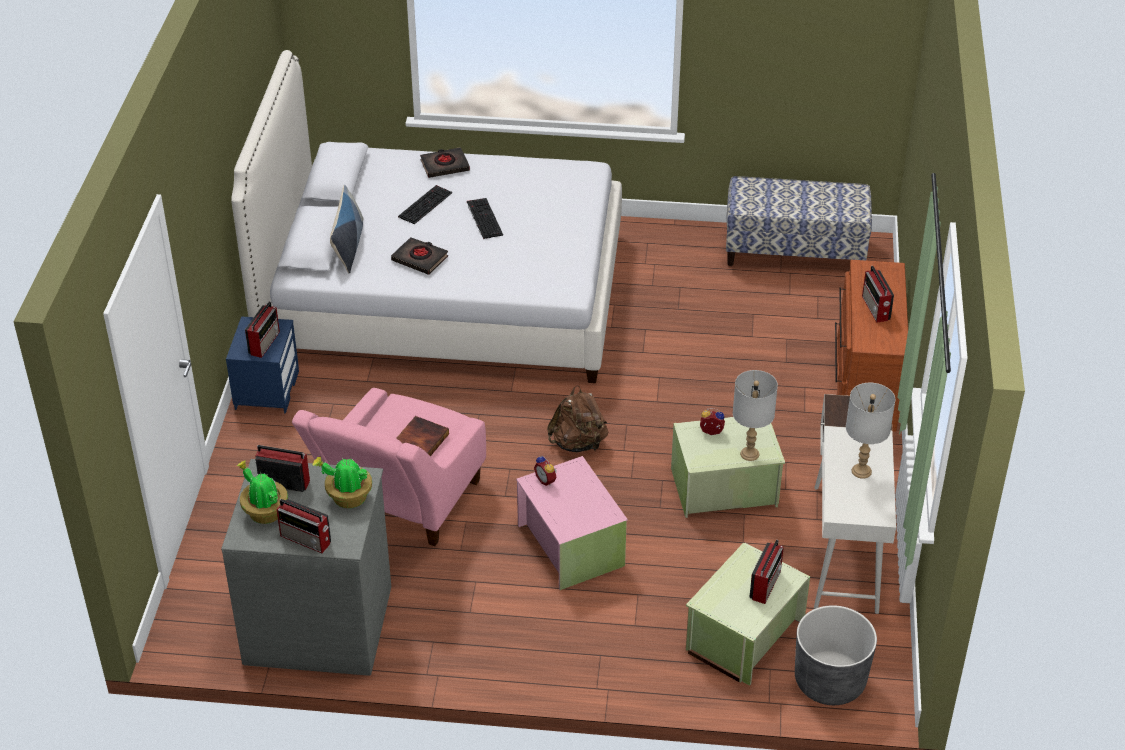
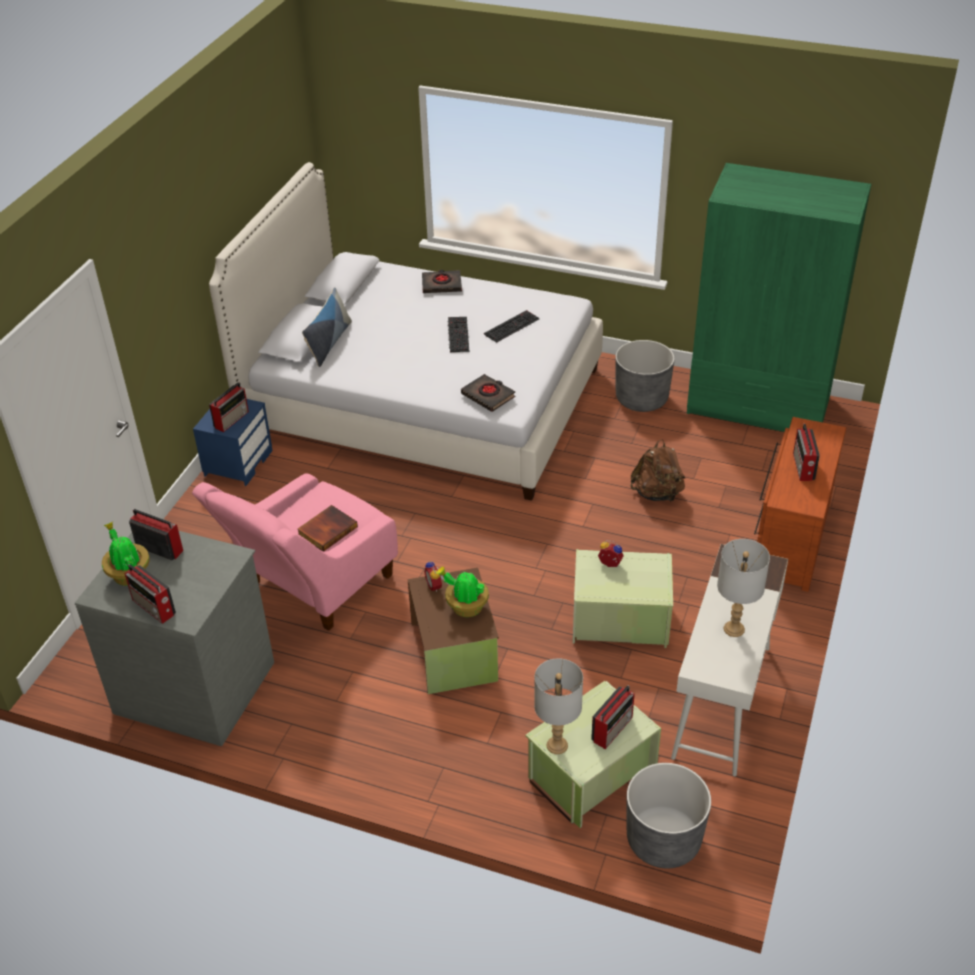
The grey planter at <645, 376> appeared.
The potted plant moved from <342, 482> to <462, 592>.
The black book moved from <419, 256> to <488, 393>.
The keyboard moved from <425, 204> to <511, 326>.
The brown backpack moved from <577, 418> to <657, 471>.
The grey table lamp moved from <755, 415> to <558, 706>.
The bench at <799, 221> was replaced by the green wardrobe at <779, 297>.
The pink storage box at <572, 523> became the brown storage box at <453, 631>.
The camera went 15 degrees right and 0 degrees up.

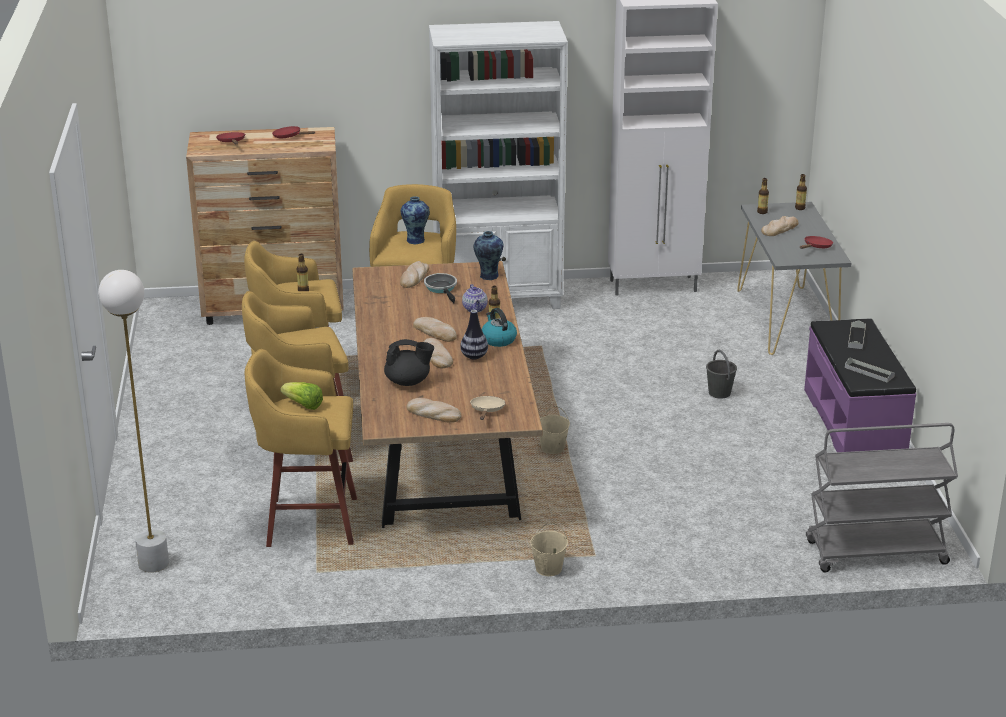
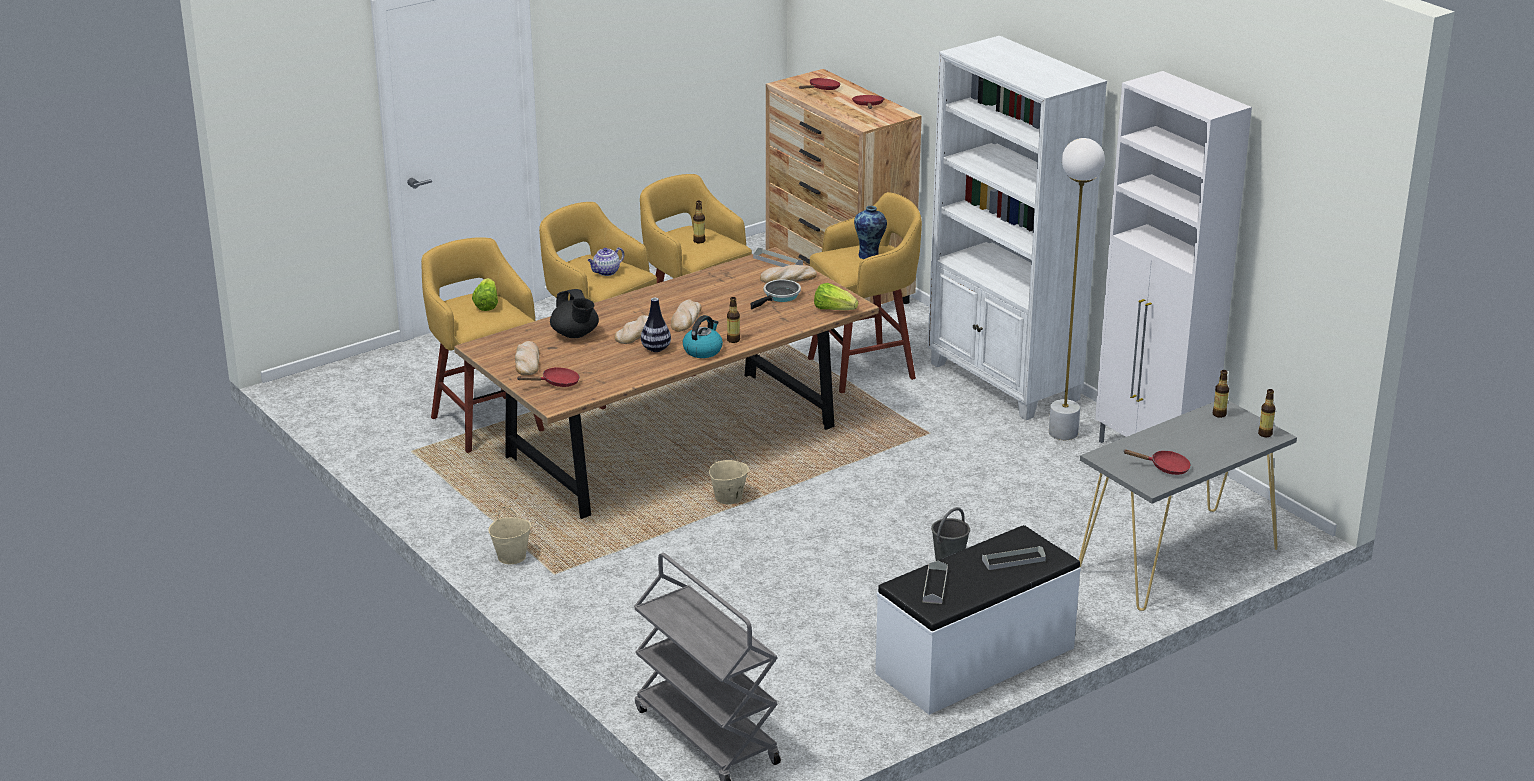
The bread at <780, 226> disappeared.
The grey tray at <778, 257> appeared.
The white floor lamp moved from <133, 421> to <1077, 289>.
The teapot moved from <475, 298> to <605, 262>.
The vase at <488, 255> was replaced by the lettuce at <836, 296>.
The beige frying pan at <488, 408> became the red frying pan at <549, 377>.
The purple bench at <860, 385> became the white bench at <978, 620>.
The camera went 60 degrees right and 0 degrees up.

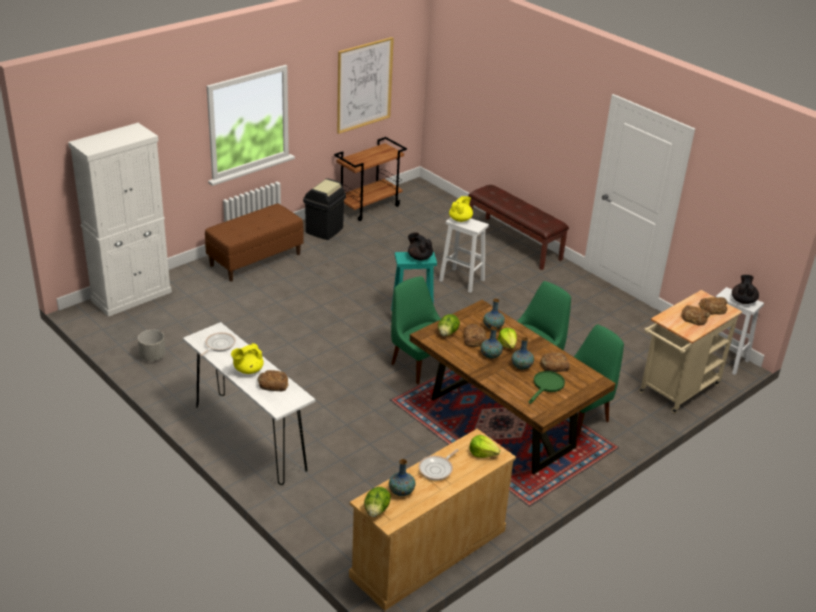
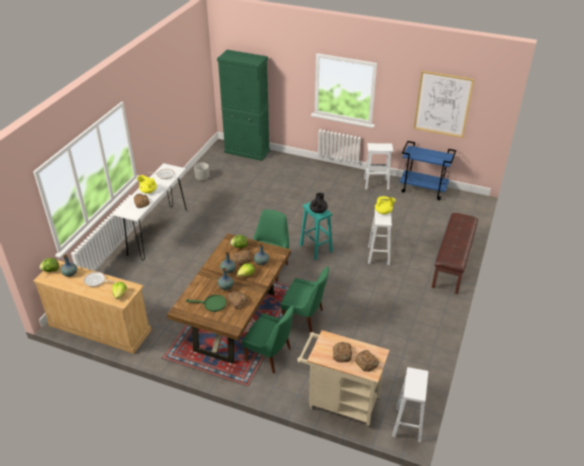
The brown bench at <254, 242> disappeared.
The black teapot at <745, 289> disappeared.
The black trash can at <324, 209> was replaced by the white stool at <378, 166>.
The white cabinet at <120, 220> became the green cabinet at <243, 105>.
The brown cart at <370, 179> became the blue cart at <428, 170>.
The camera went 65 degrees right and 5 degrees up.

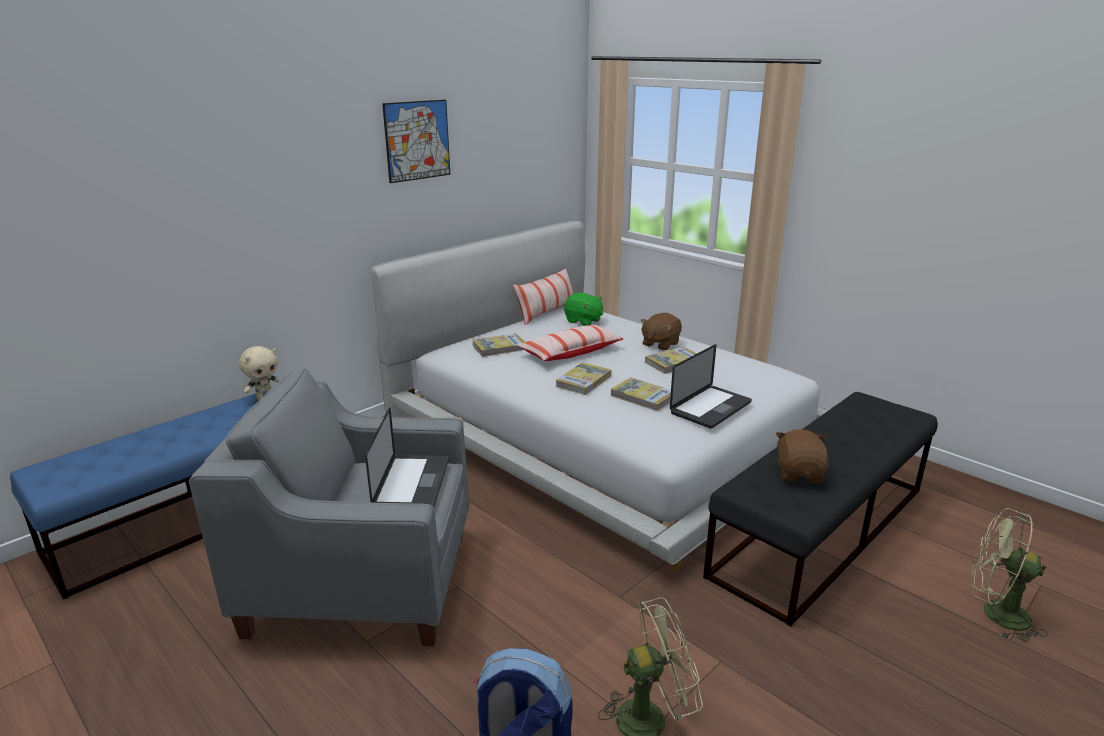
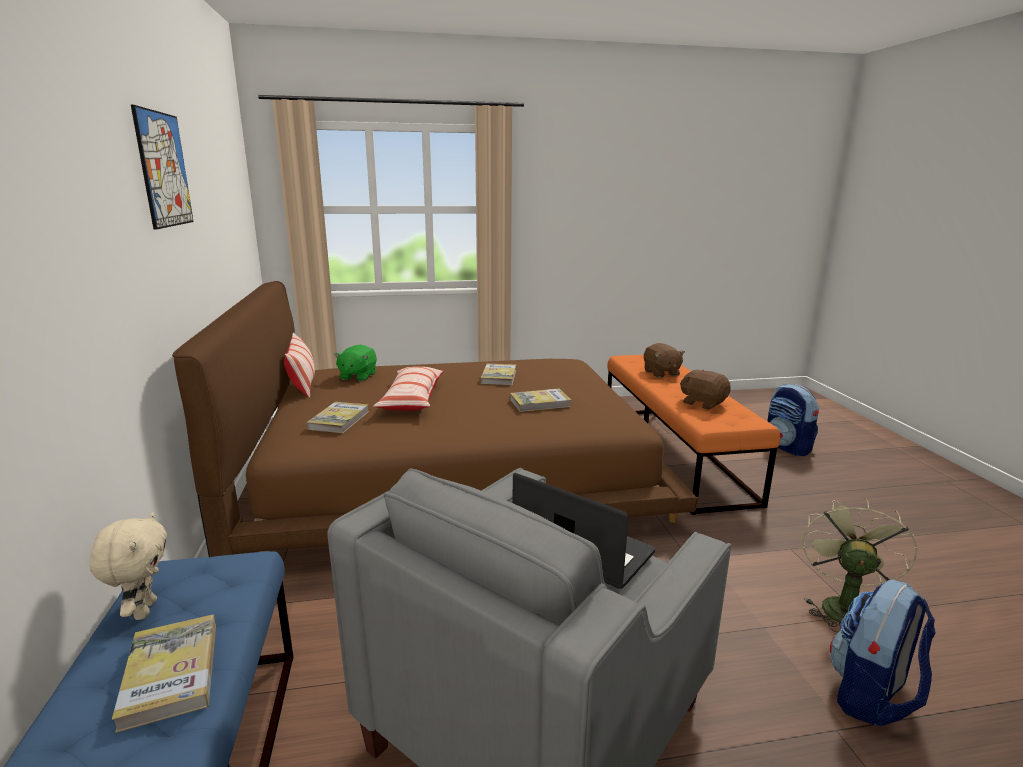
The laptop at <711, 386> disappeared.
The book moved from <583, 378> to <164, 674>.
The brown plush toy moved from <661, 331> to <664, 360>.
The green fan at <1008, 575> was replaced by the backpack at <793, 420>.
The white bed at <600, 396> became the brown bed at <435, 419>.
The black bench at <820, 509> became the orange bench at <693, 435>.
The green plush toy at <583, 309> turned 120 degrees clockwise.
The camera went 55 degrees left and 5 degrees down.

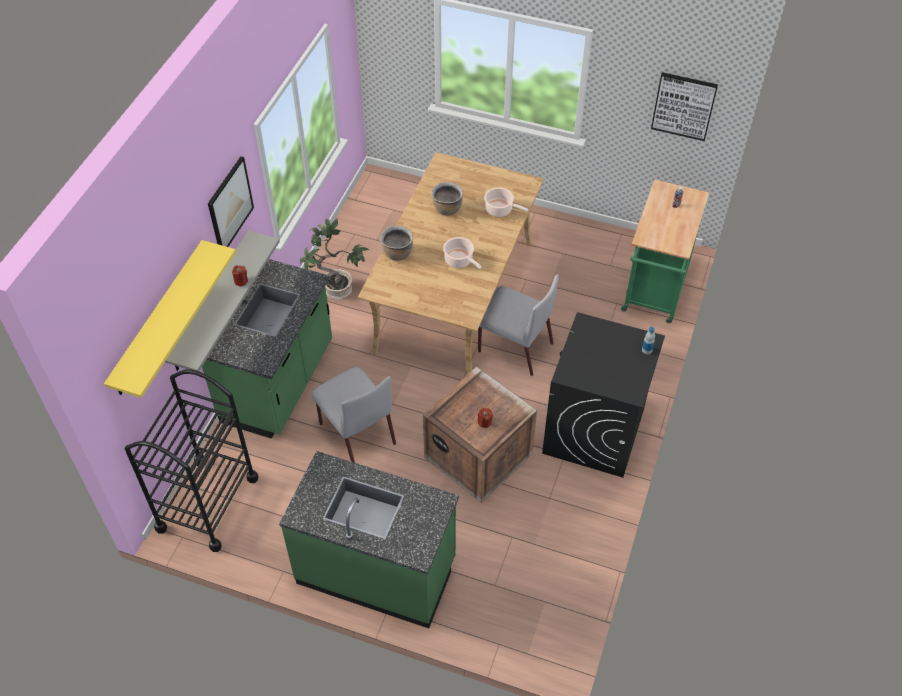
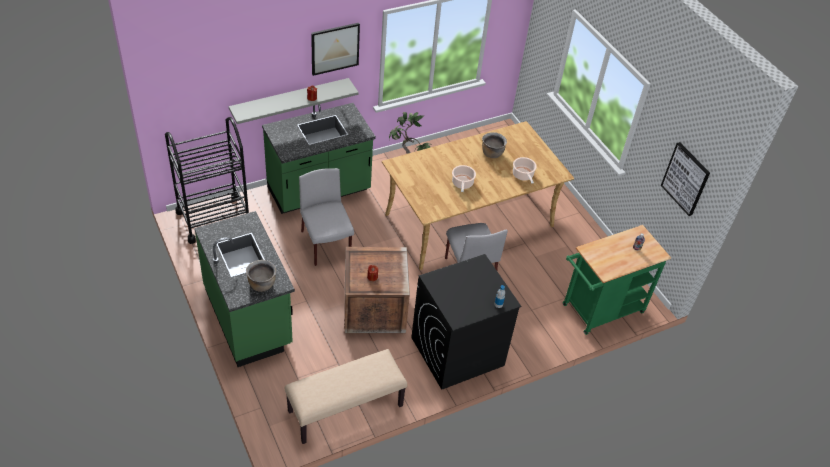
The yellow shelf at <170, 319> disappeared.
The beige bench at <346, 396> appeared.
The brown cooking pot moved from <396, 243> to <261, 276>.
The grey chair at <354, 415> turned 150 degrees clockwise.
The camera went 40 degrees right and 5 degrees down.

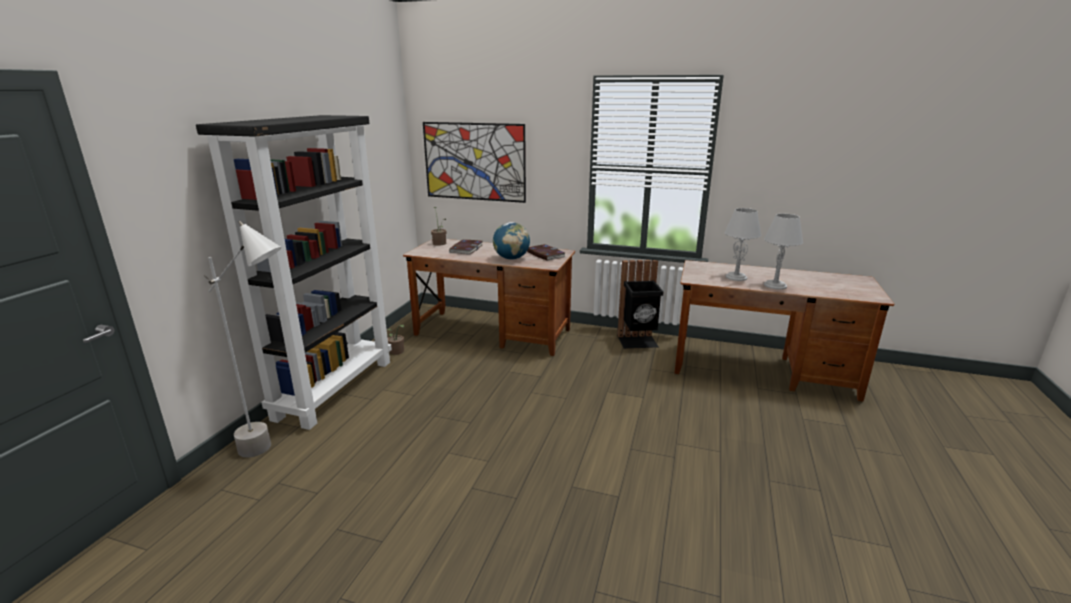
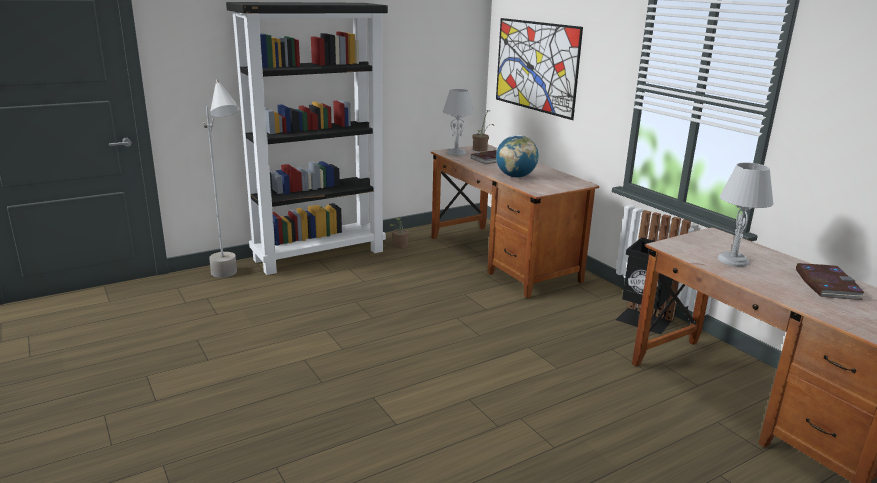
The book moved from <546, 252> to <831, 281>.
The grey table lamp moved from <783, 251> to <458, 122>.
The camera went 40 degrees right and 0 degrees up.

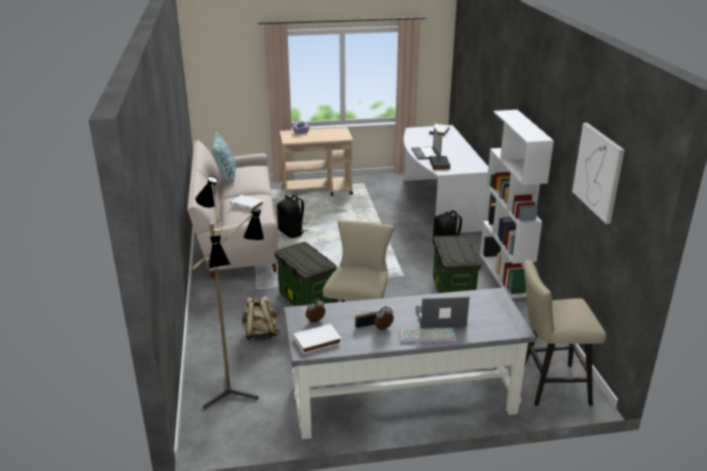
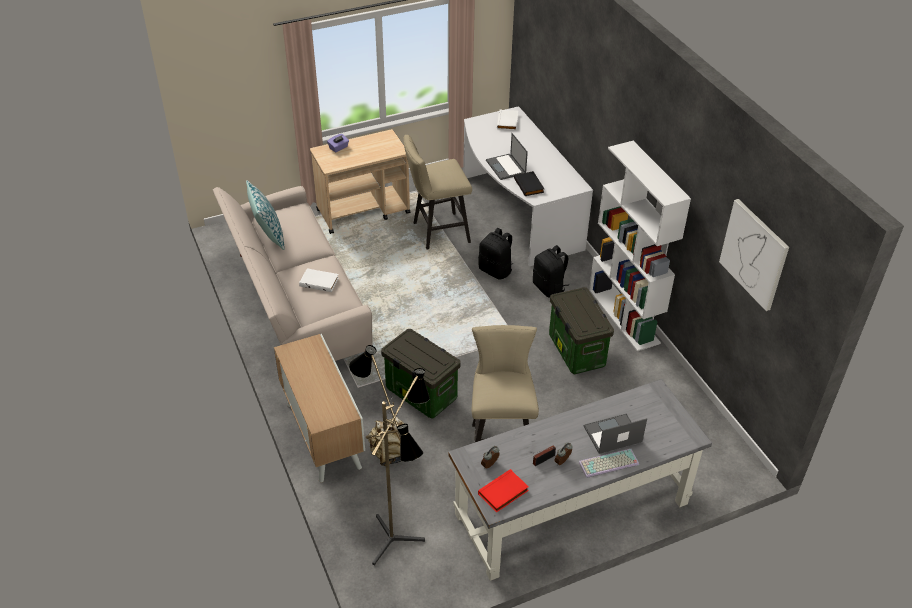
The cabinet at <319, 408> appeared.
The black backpack moved from <292, 216> to <495, 254>.
The beige stool moved from <565, 333> to <438, 192>.
The white book at <317, 339> became the red book at <503, 491>.
The camera went 15 degrees left and 15 degrees up.

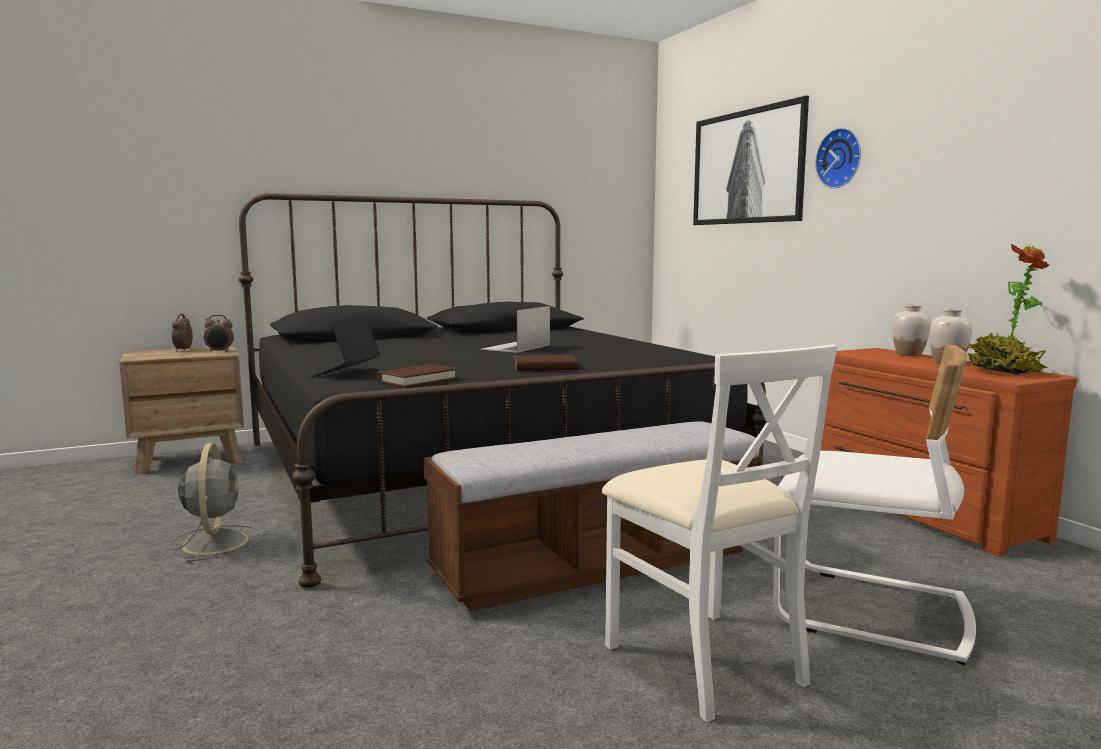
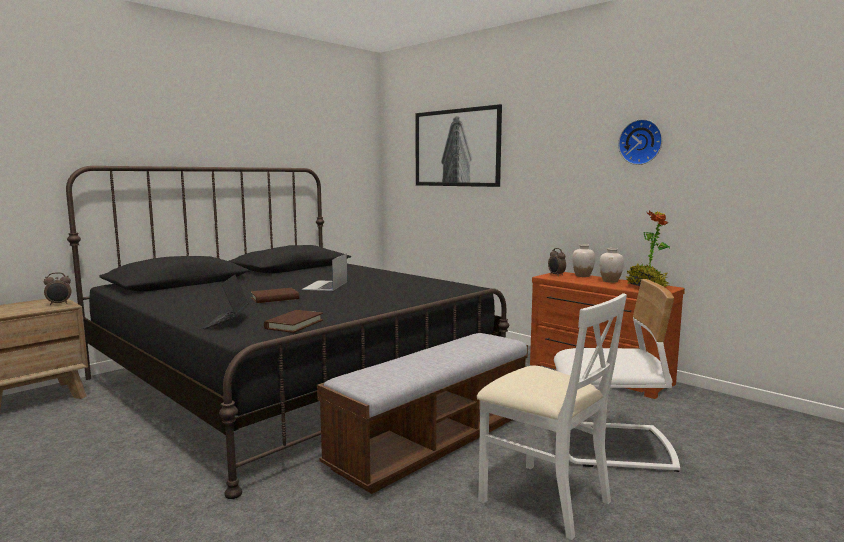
The grey fan at <215, 503> disappeared.
The alarm clock moved from <182, 332> to <557, 261>.
The brown book moved from <545, 363> to <275, 295>.
The wall clock moved from <838, 158> to <640, 142>.
The camera went 20 degrees left and 0 degrees up.

